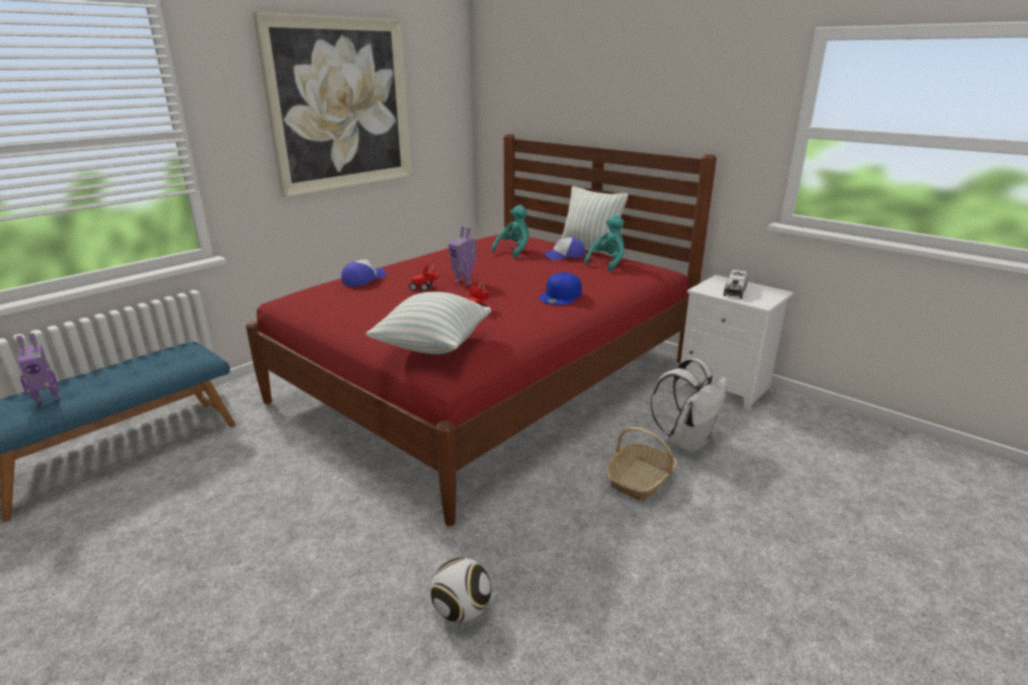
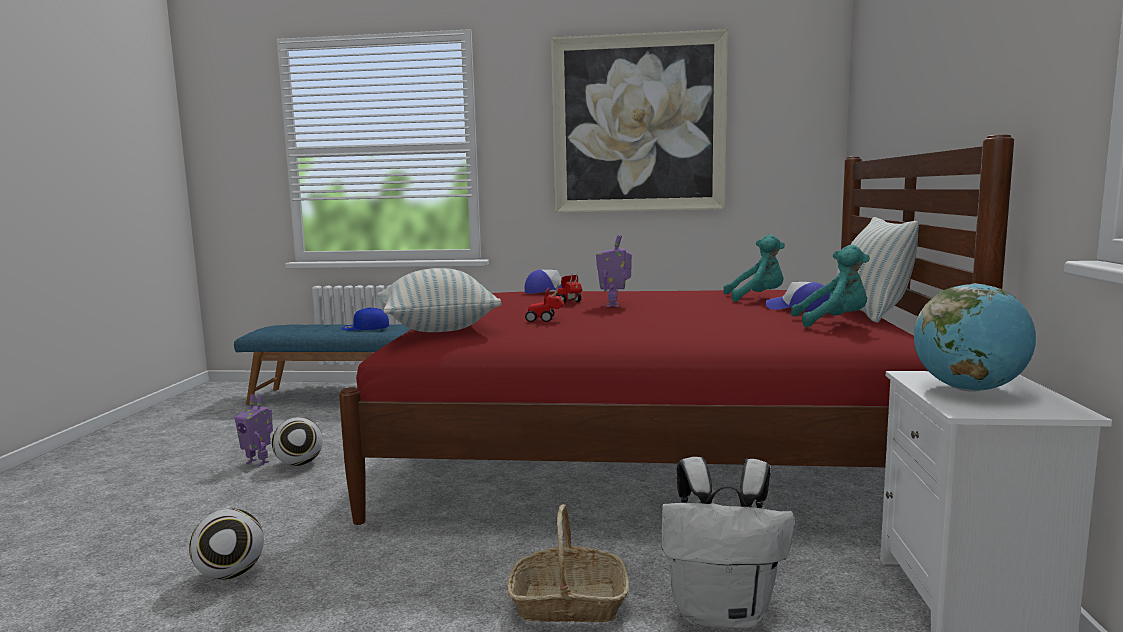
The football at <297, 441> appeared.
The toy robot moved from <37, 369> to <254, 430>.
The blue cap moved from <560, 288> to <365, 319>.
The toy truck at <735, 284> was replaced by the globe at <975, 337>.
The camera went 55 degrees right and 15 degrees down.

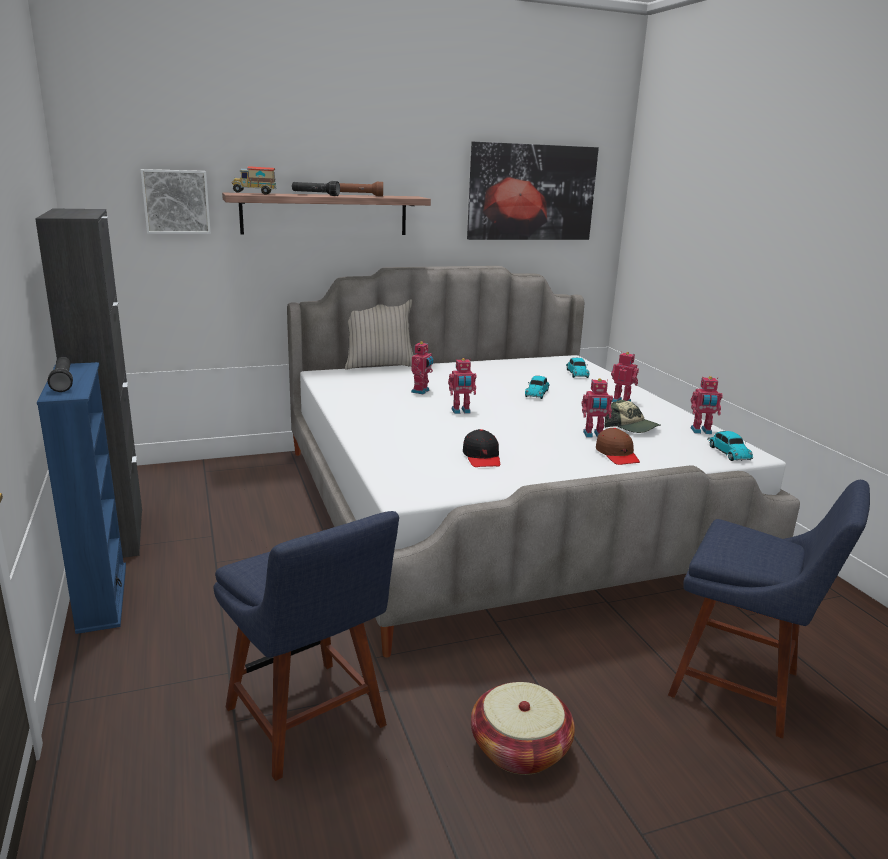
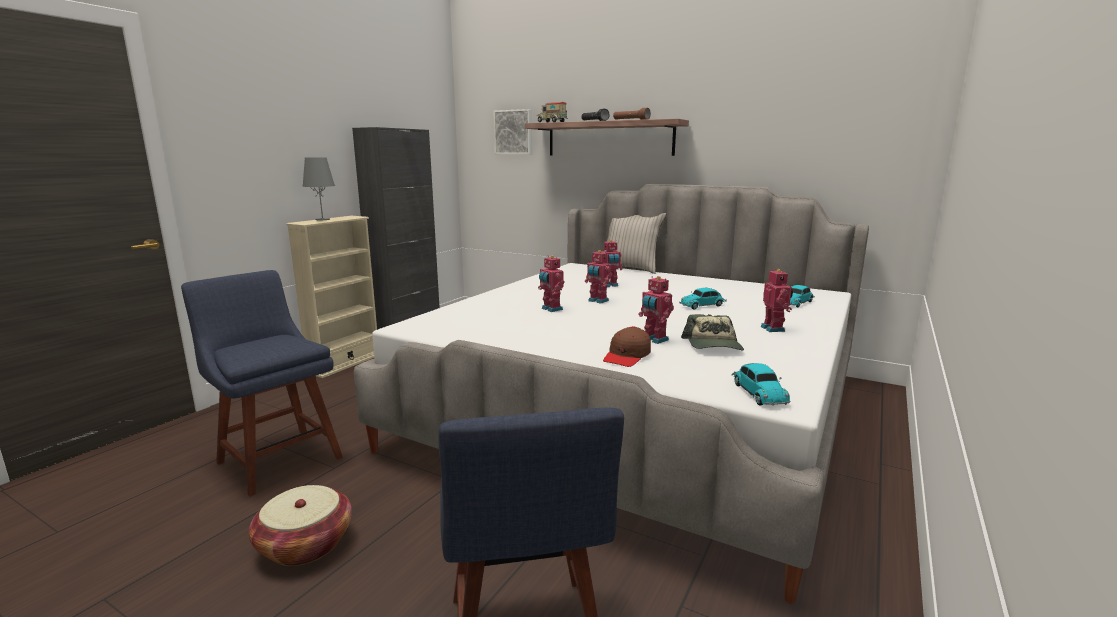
The black cap at <481, 448> disappeared.
The picture at <533, 191> disappeared.
The toy robot moved from <707, 405> to <551, 283>.
The black flashlight at <60, 374> was replaced by the grey table lamp at <318, 188>.
The blue bookcase at <81, 498> became the beige bookcase at <331, 297>.
The blue chair at <306, 646> turned 120 degrees clockwise.
The toy car at <730, 446> turned 45 degrees counterclockwise.
The camera went 50 degrees right and 5 degrees down.

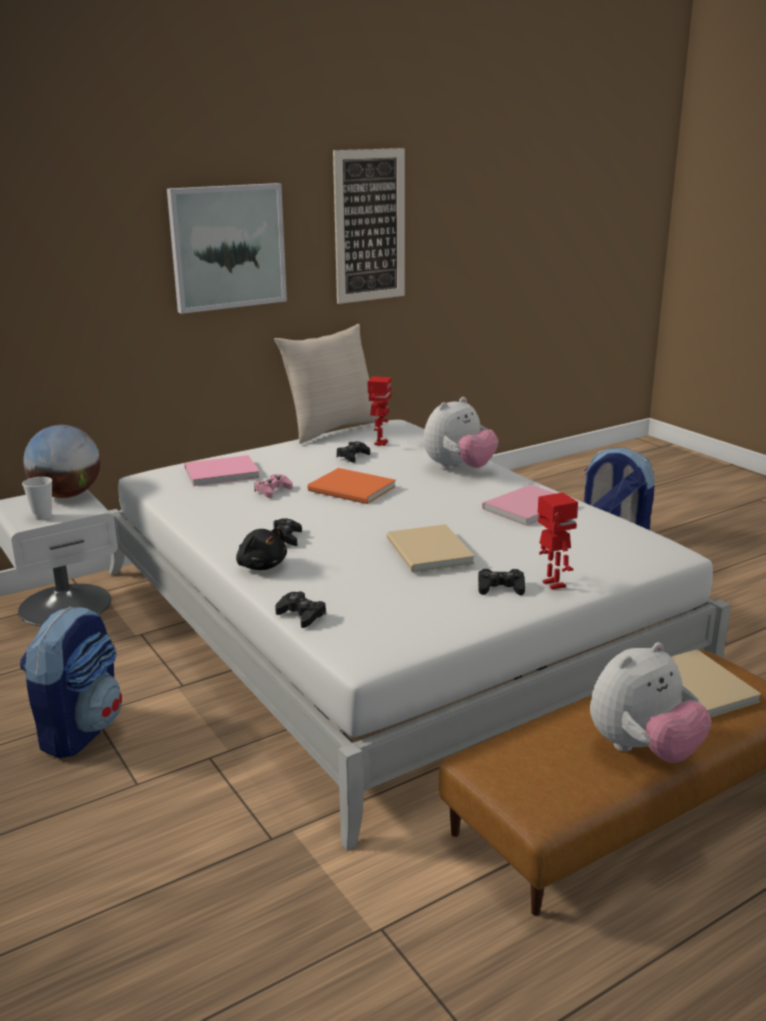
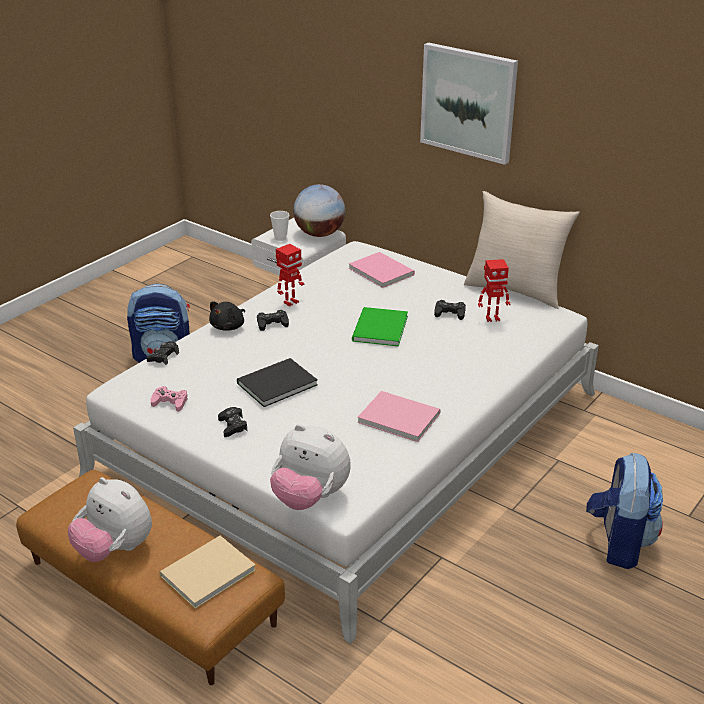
The picture at <369, 226> disappeared.
The pink game controller moved from <273, 486> to <169, 399>.
The plush toy moved from <460, 433> to <310, 467>.
The toy robot moved from <558, 541> to <290, 275>.
The orange book at <352, 486> became the green book at <380, 327>.
The beige book at <431, 548> became the black book at <277, 382>.
The camera went 70 degrees right and 10 degrees up.

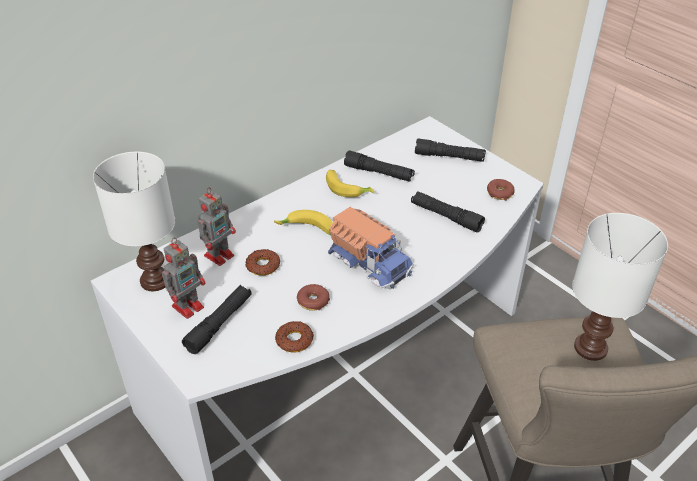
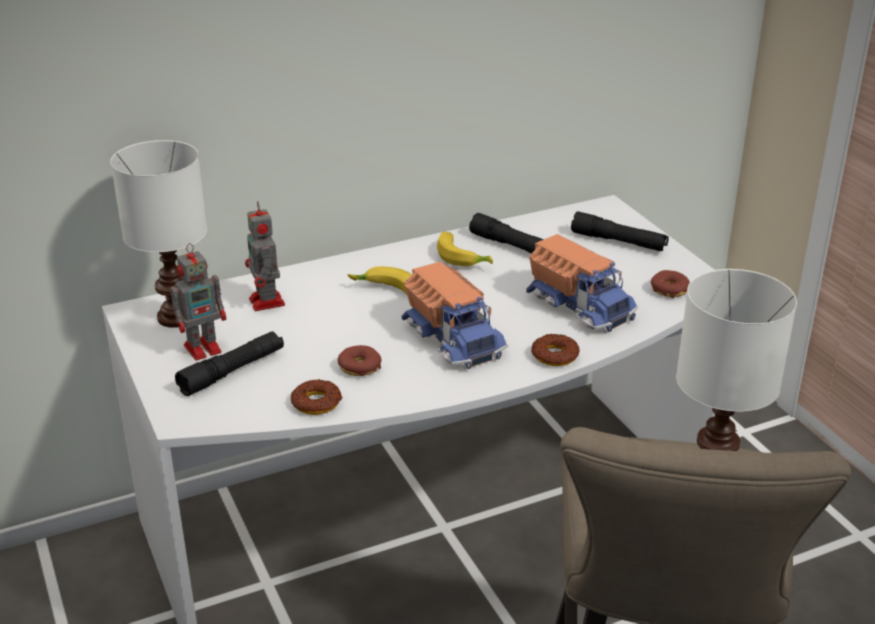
The donut moved from <262, 262> to <555, 350>.
The black flashlight at <448, 212> was replaced by the toy truck at <582, 283>.
The toy robot at <216, 226> turned 105 degrees clockwise.
The camera went 15 degrees right and 10 degrees down.

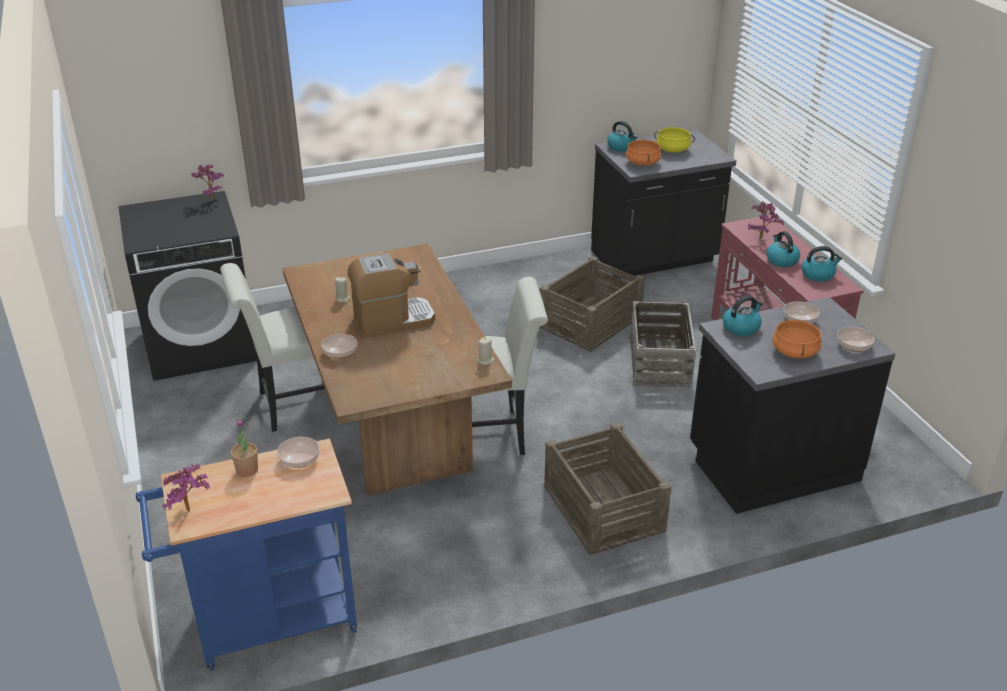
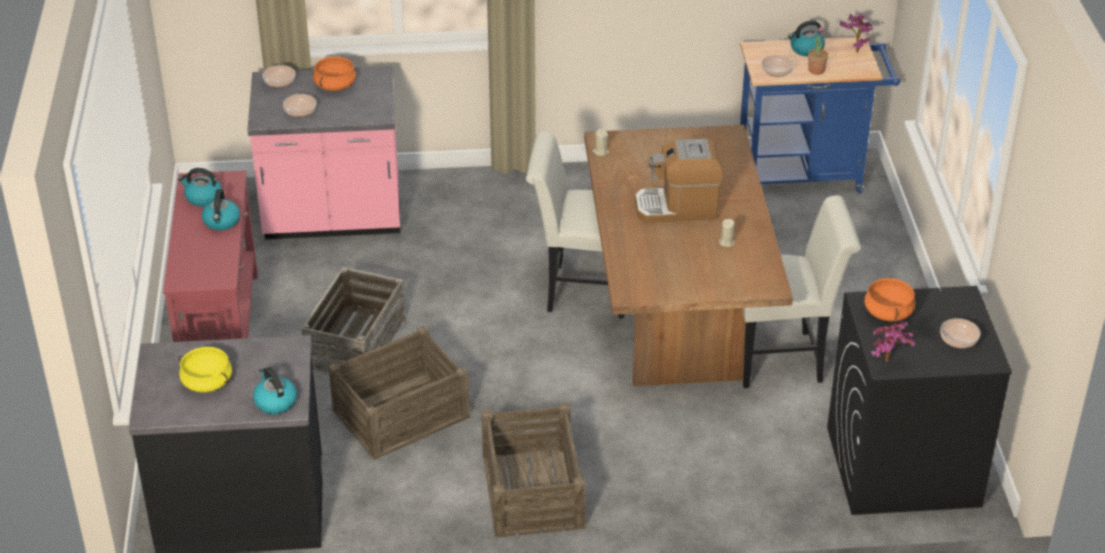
The potted plant at <766, 220> disappeared.
The bowl moved from <339, 346> to <960, 333>.
The crate moved from <607, 489> to <533, 470>.
The orange cooking pot moved from <643, 153> to <889, 299>.
The kettle moved from <743, 315> to <806, 38>.
The black counter at <792, 405> became the pink counter at <324, 152>.
The camera went 165 degrees left and 5 degrees up.

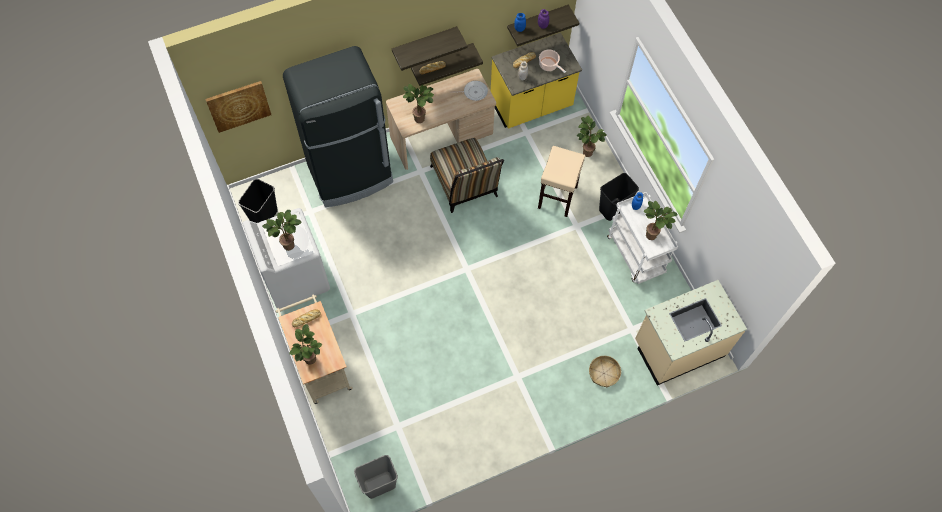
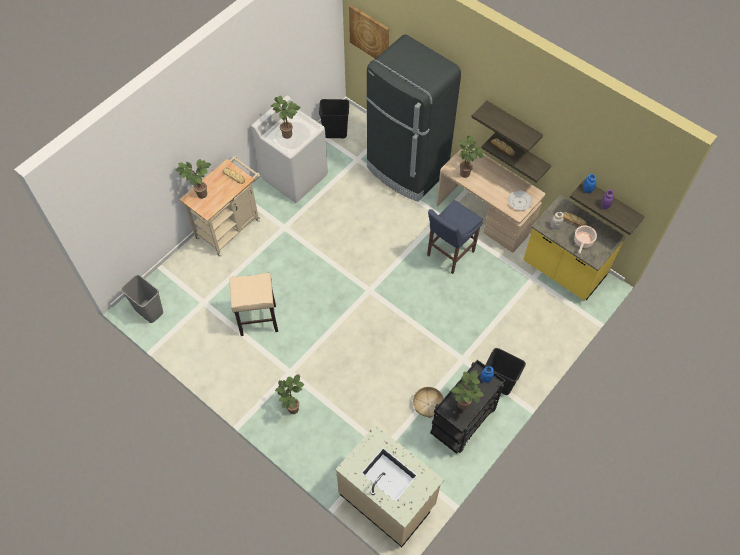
The beige stool moved from <561, 181> to <253, 304>.
The potted plant moved from <591, 136> to <289, 394>.
The basket moved from <605, 371> to <428, 402>.
The chair at <467, 175> was replaced by the blue stool at <455, 237>.
The white cart at <642, 238> became the black cart at <467, 407>.
The camera went 65 degrees right and 5 degrees down.

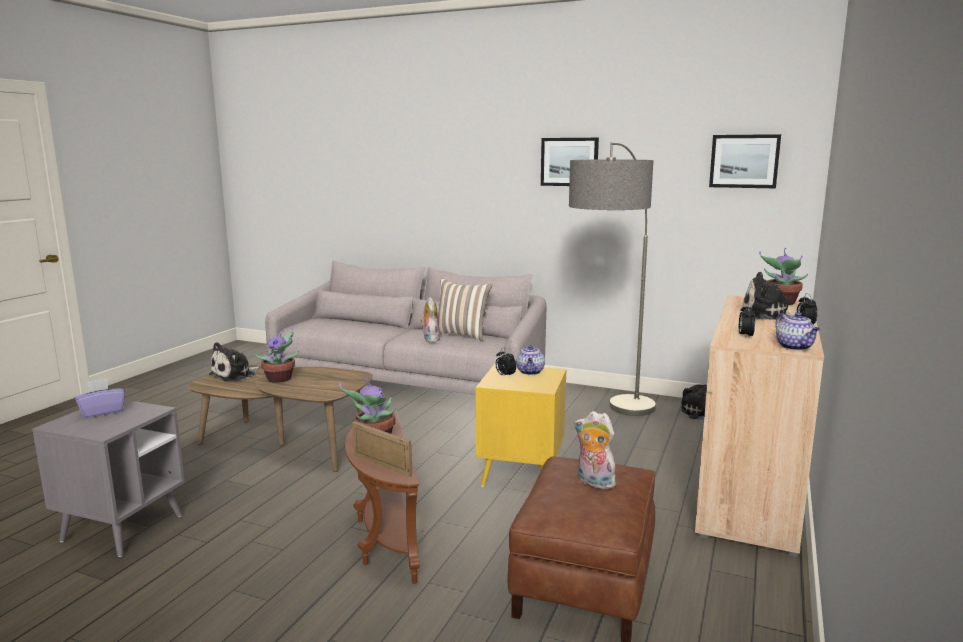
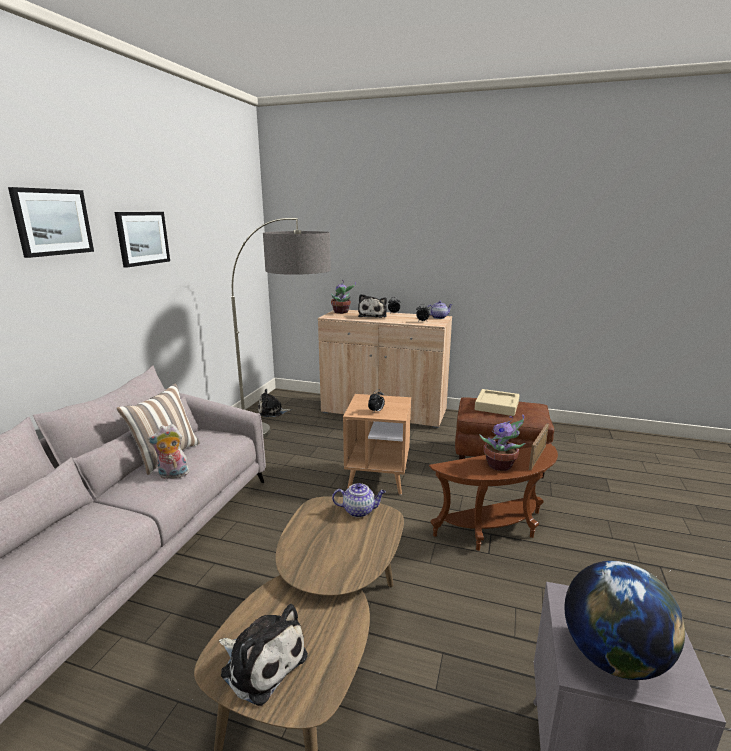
The potted plant at <277, 355> disappeared.
The teapot moved from <530, 360> to <359, 500>.
The picture moved from <745, 161> to <51, 222>.
The purple tissue box at <100, 398> was replaced by the globe at <625, 620>.
The plush toy at <596, 450> was replaced by the beige tray at <497, 402>.
The yellow side table at <520, 425> became the brown side table at <377, 444>.
The camera went 95 degrees left and 5 degrees up.

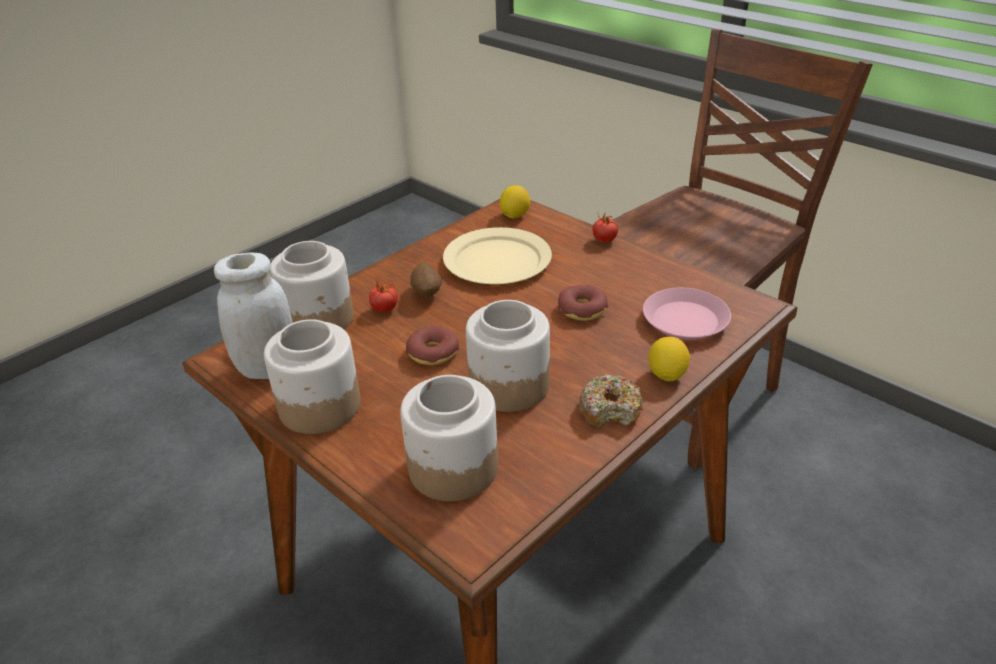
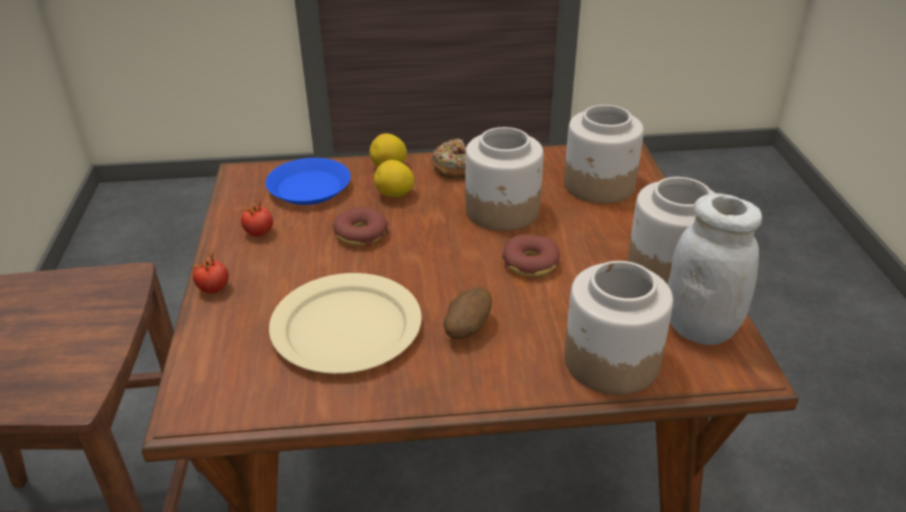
The tomato moved from <383, 296> to <256, 218>.
The lemon moved from <514, 202> to <394, 178>.
The pink plate at <687, 314> became the blue plate at <308, 181>.
The camera went 140 degrees left and 0 degrees up.

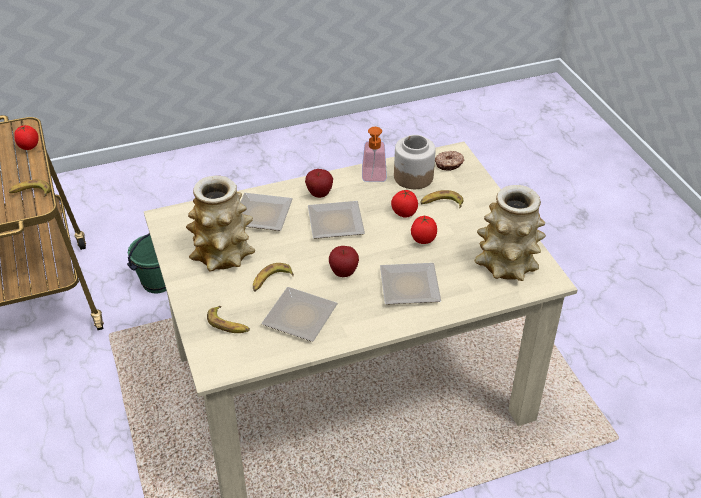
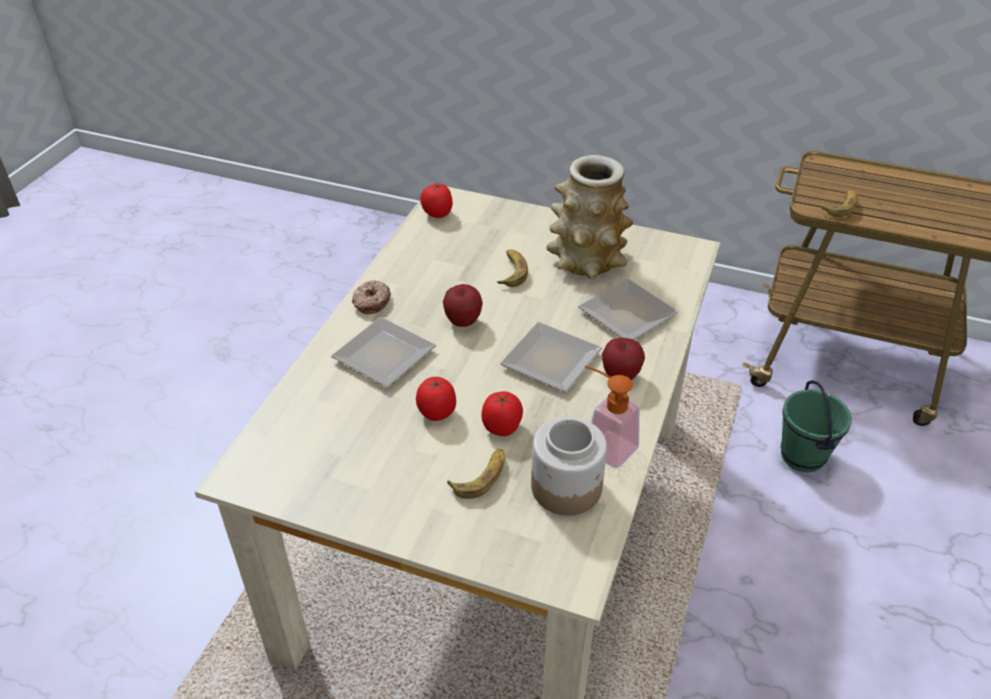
The banana at <228, 319> disappeared.
The plate at <299, 314> disappeared.
The vase at <510, 233> disappeared.
The tomato moved from <26, 137> to <436, 200>.
The donut moved from <449, 161> to <371, 297>.
The camera went 130 degrees right and 0 degrees up.

